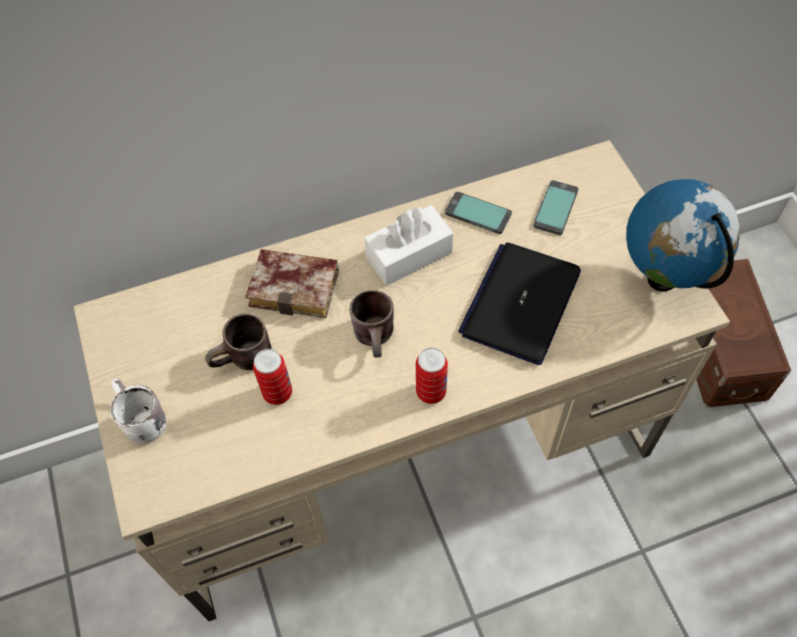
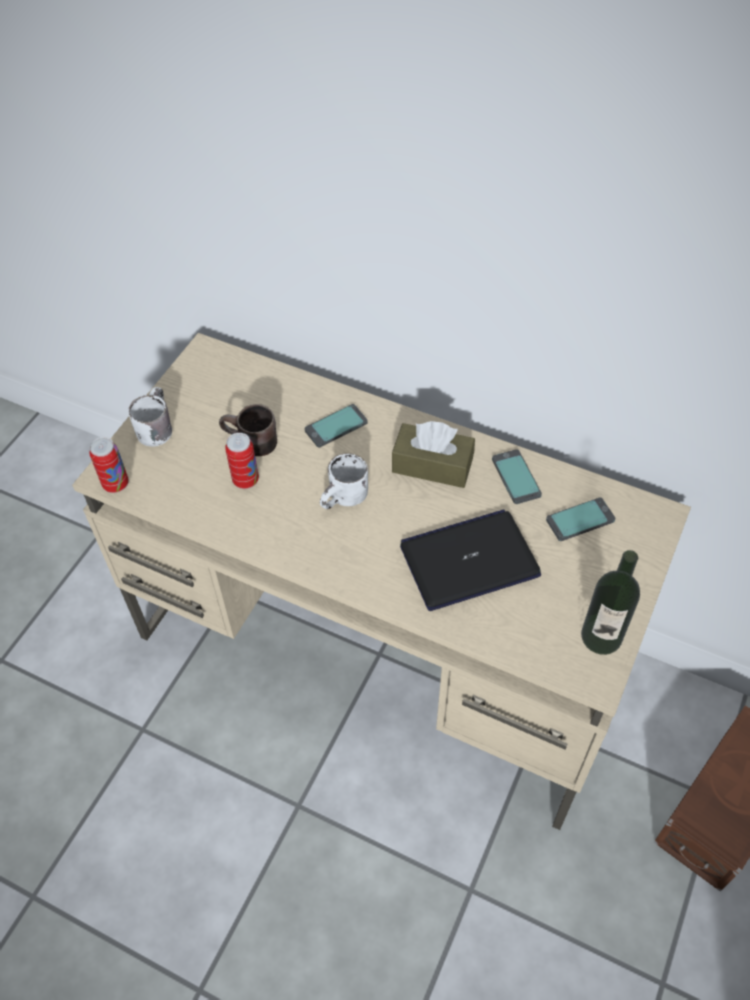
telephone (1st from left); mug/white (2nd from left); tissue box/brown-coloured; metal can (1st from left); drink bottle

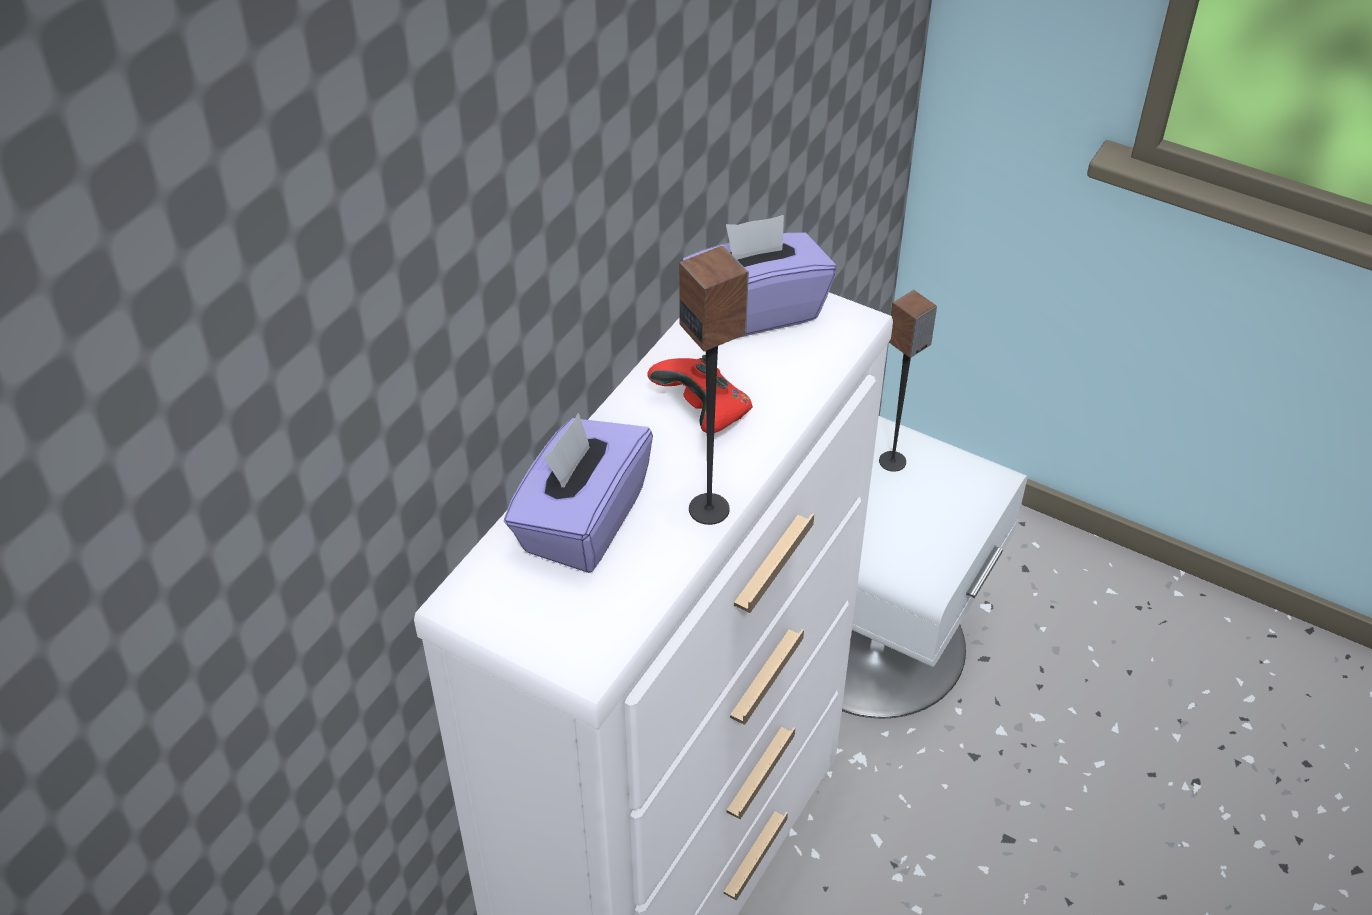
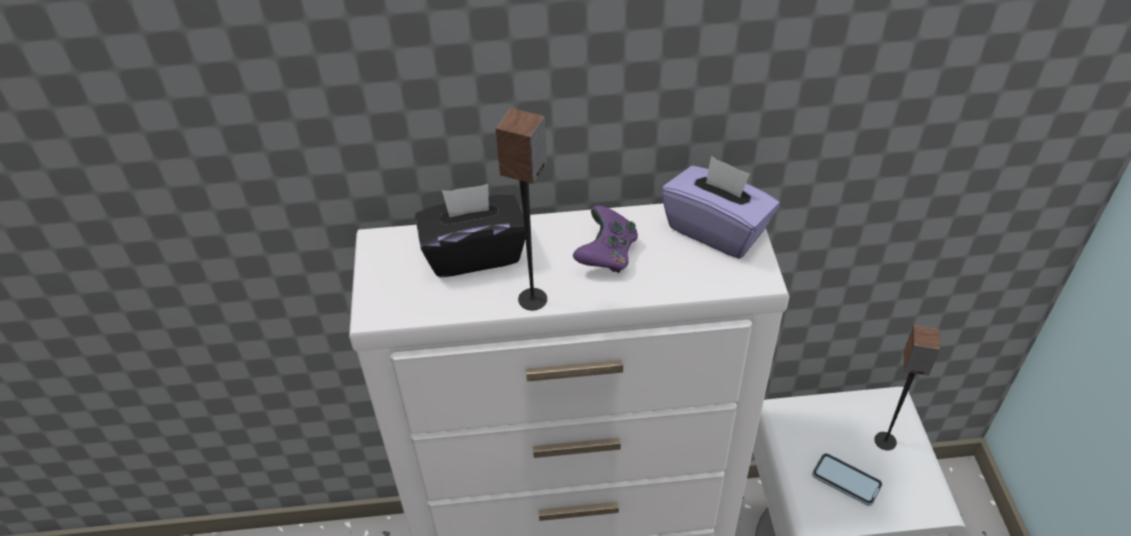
tissue box/black-coloured; gamepad/purple; telephone

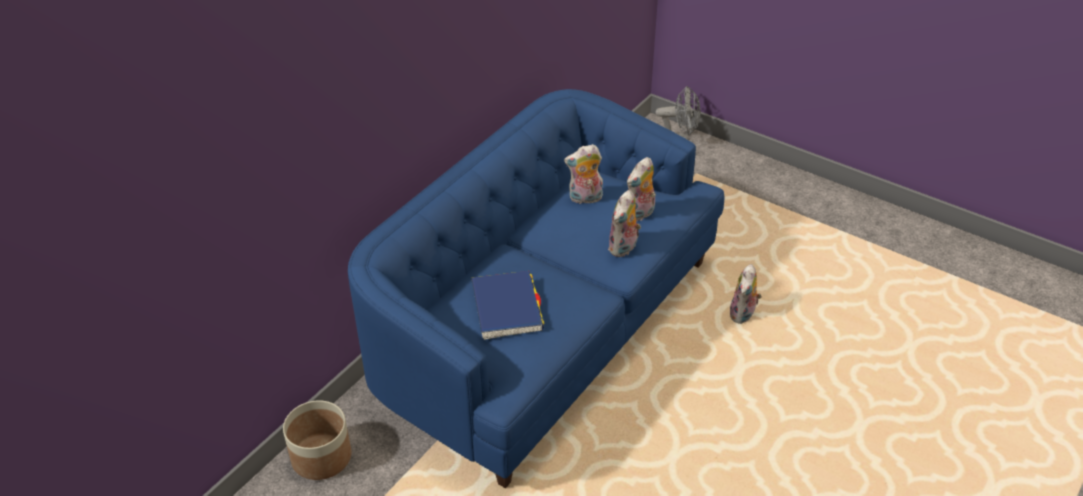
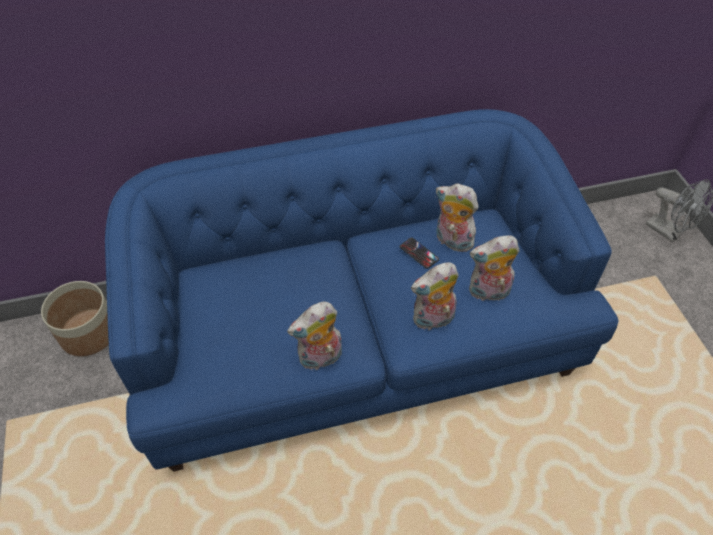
bound book/blue-coloured; soft toy (1st from left); telephone

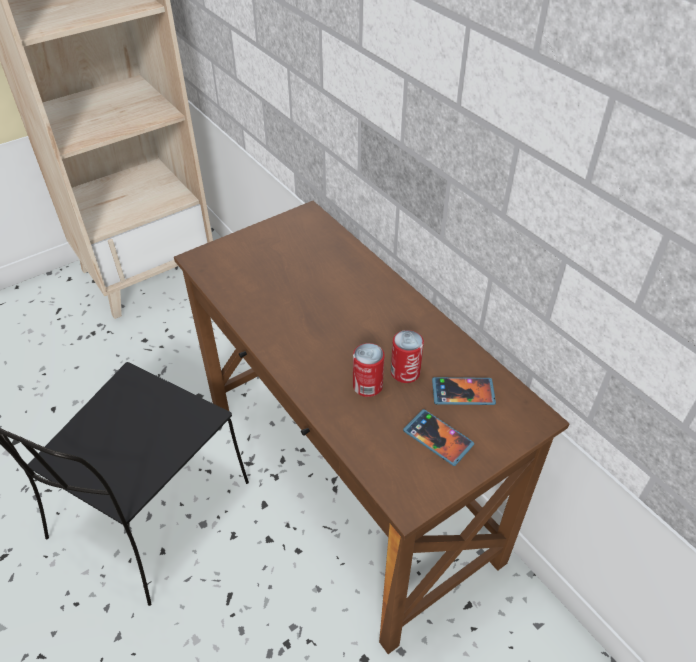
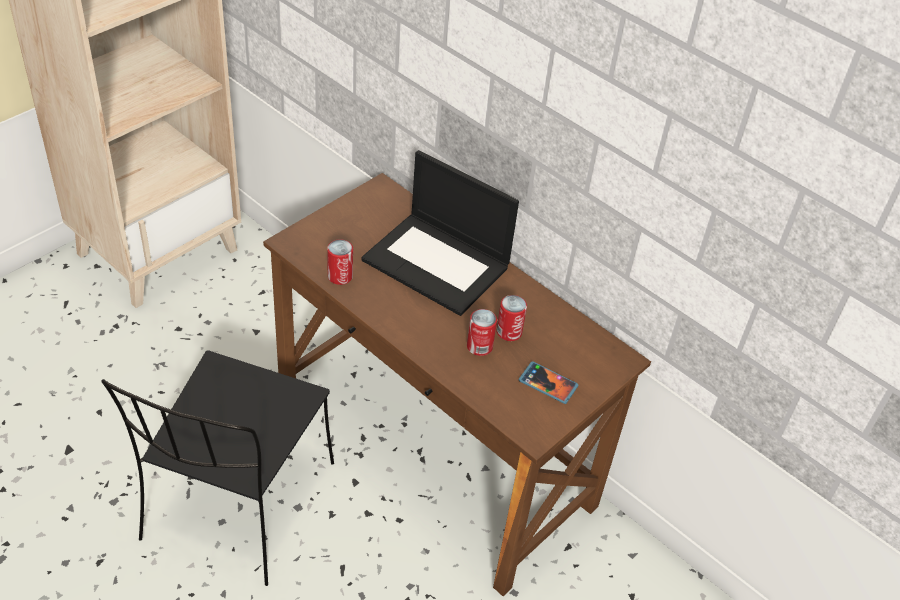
telephone (2nd from left in the first image); metal can (1st from left); notebook computer

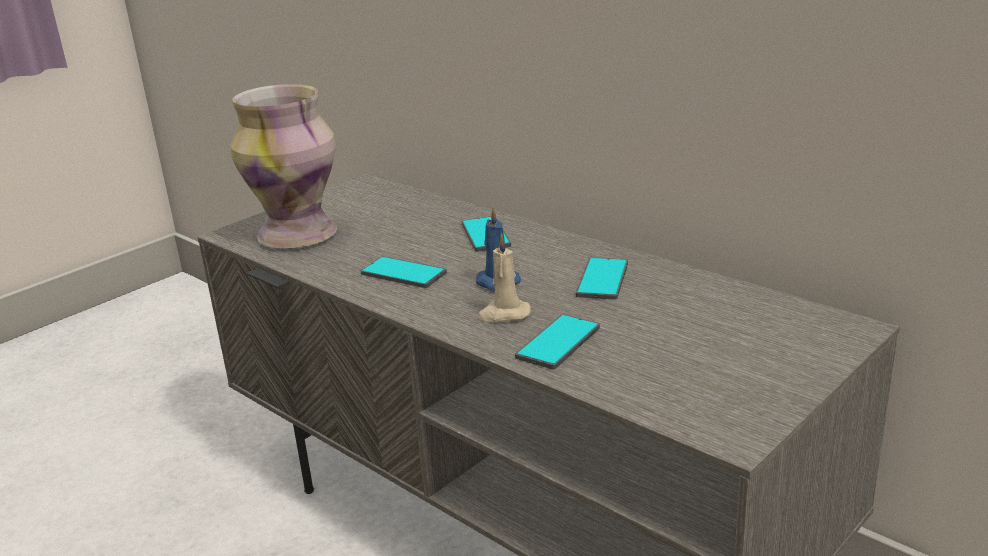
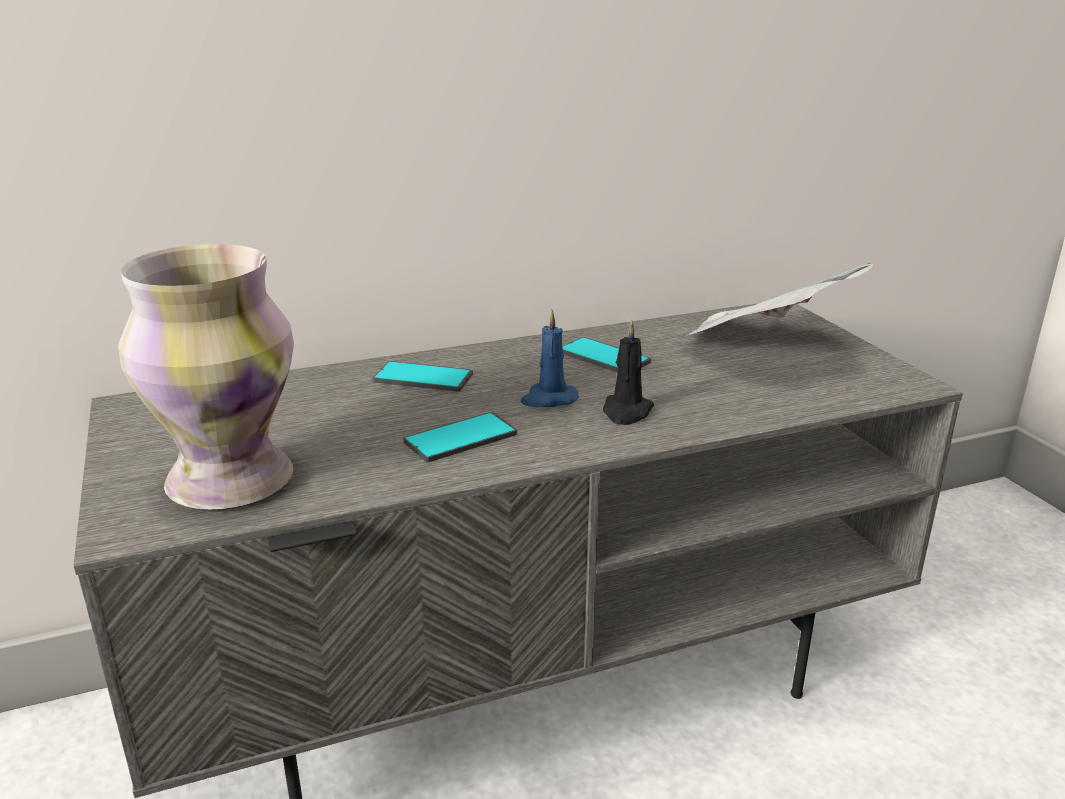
wax light/black-coloured; telephone (3rd from left in the first image); printed paper

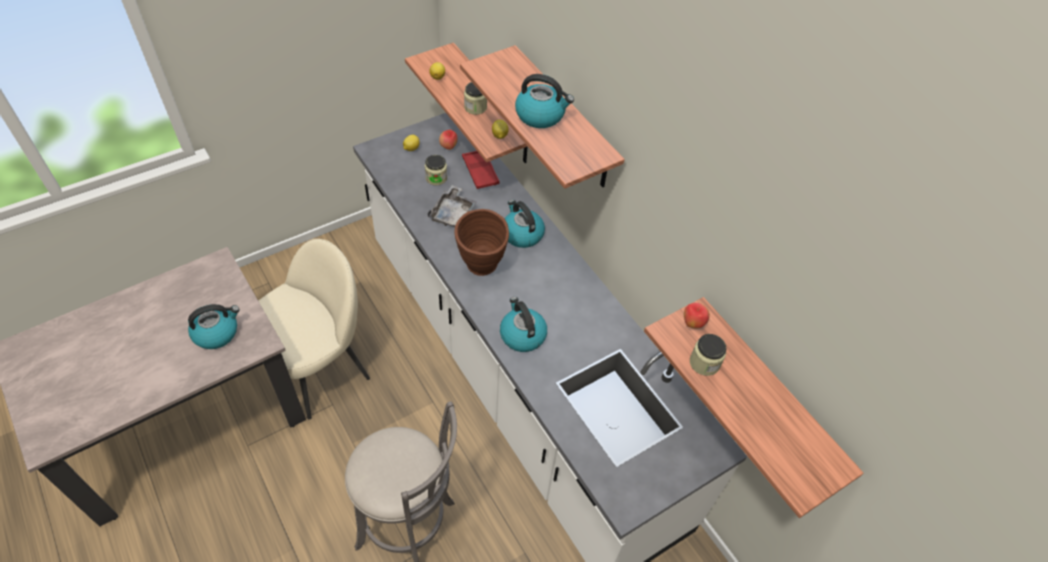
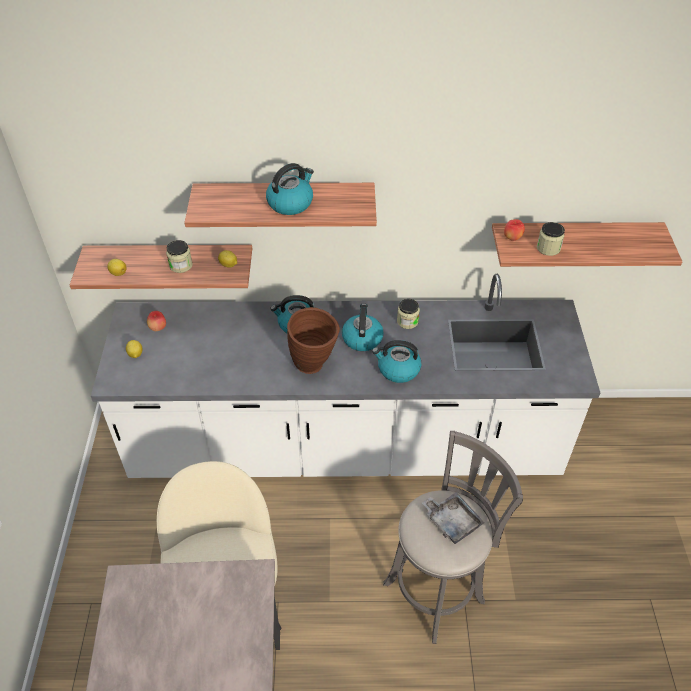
water kettle (3rd from left); storage jar (2nd from left); tray/greyish; tray/red-coloured

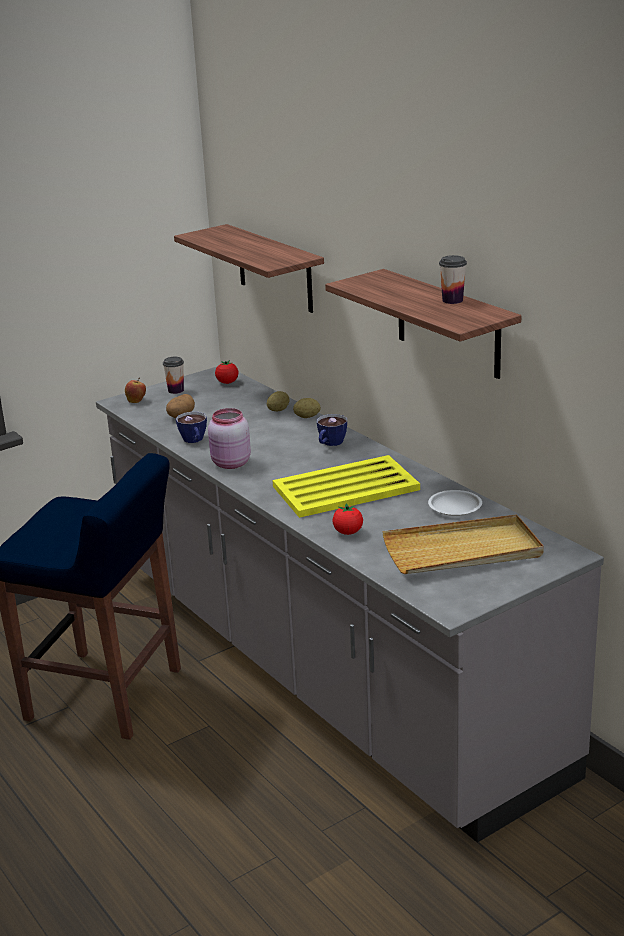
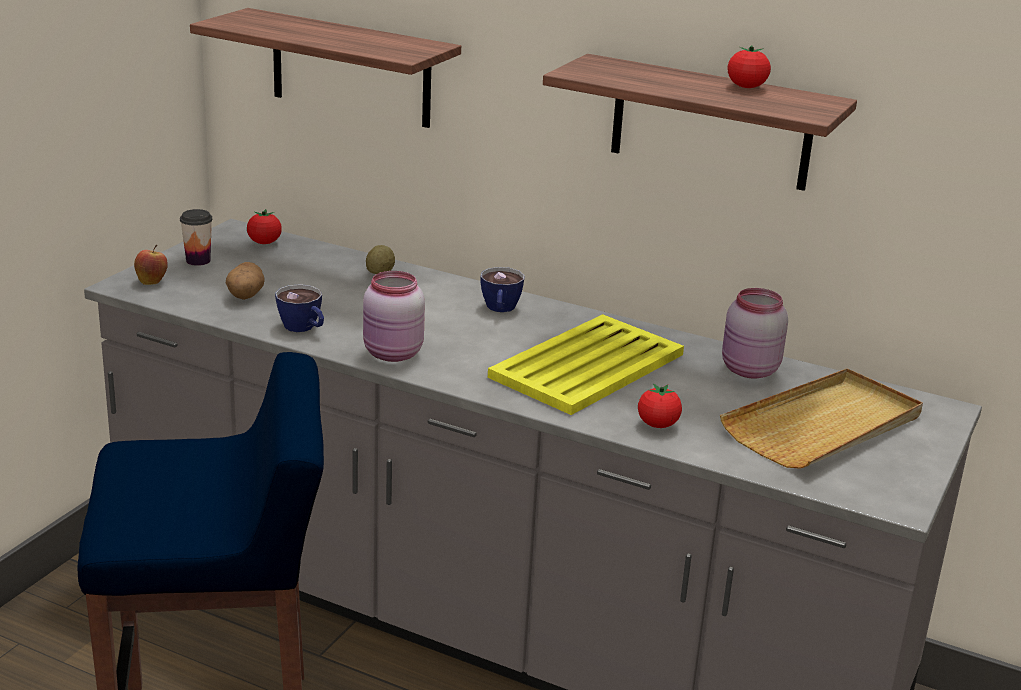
spud (3rd from left in the first image); storage jar/pinkish (2nd from left); tomato (3rd from left)

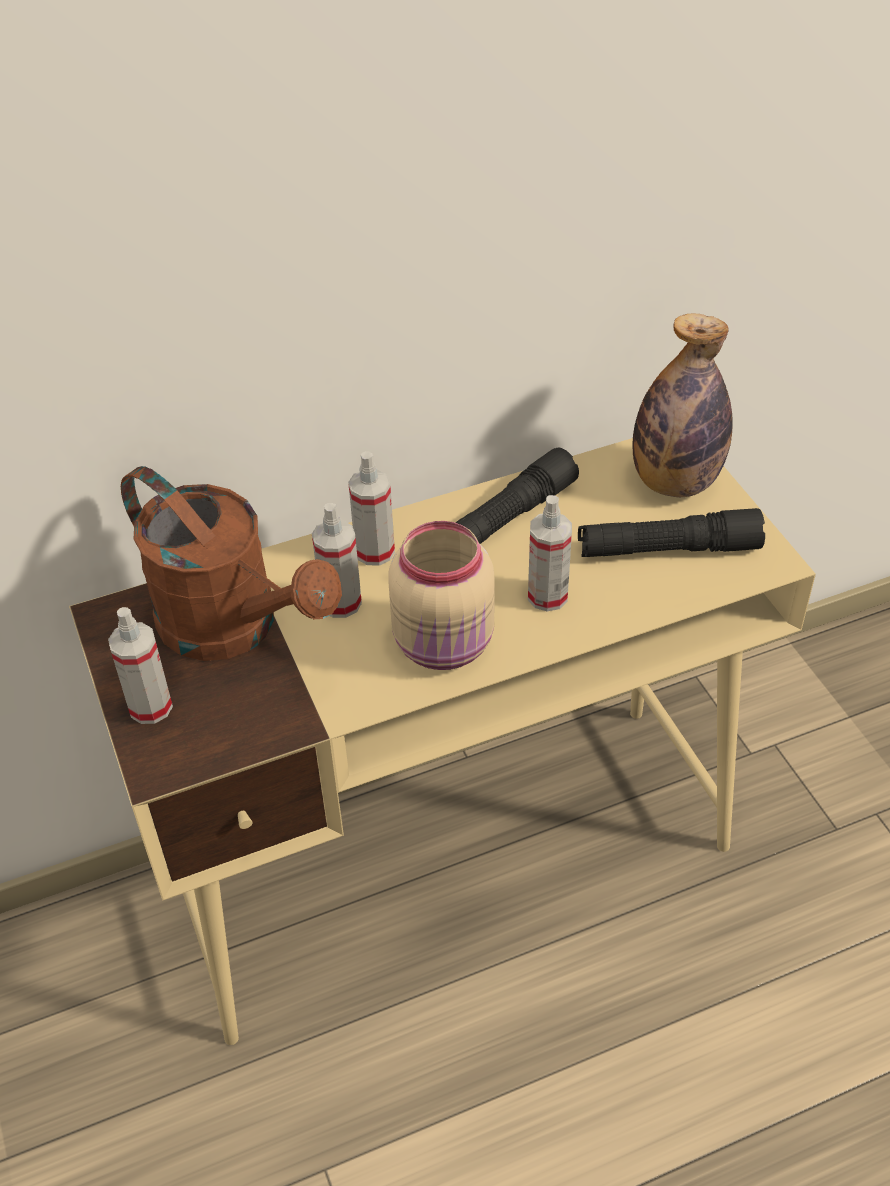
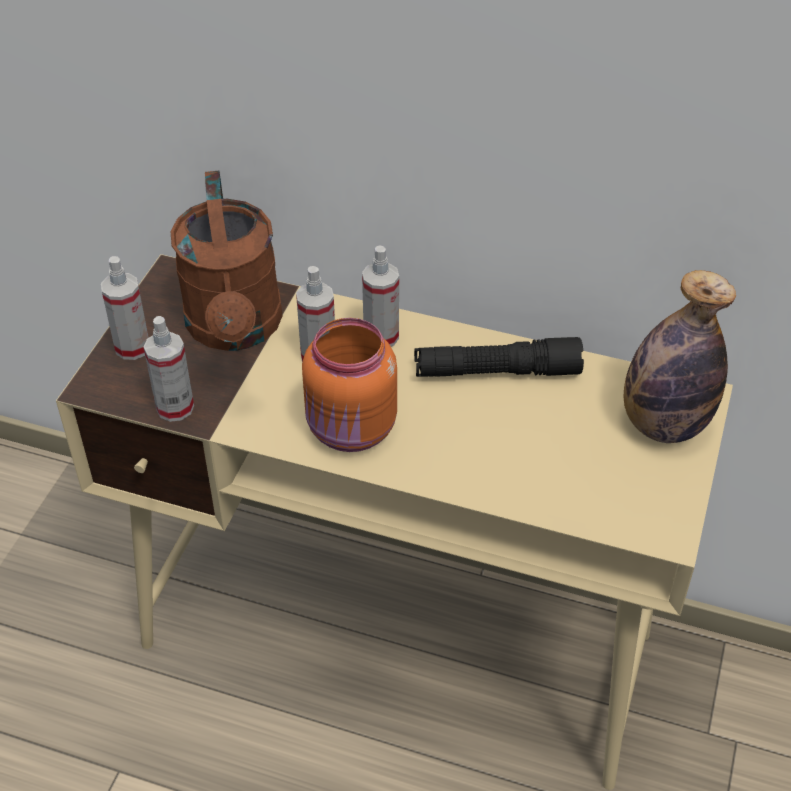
storage jar/orange; sprayer (2nd from left); hand torch/black-coloured (2nd from left in the first image)

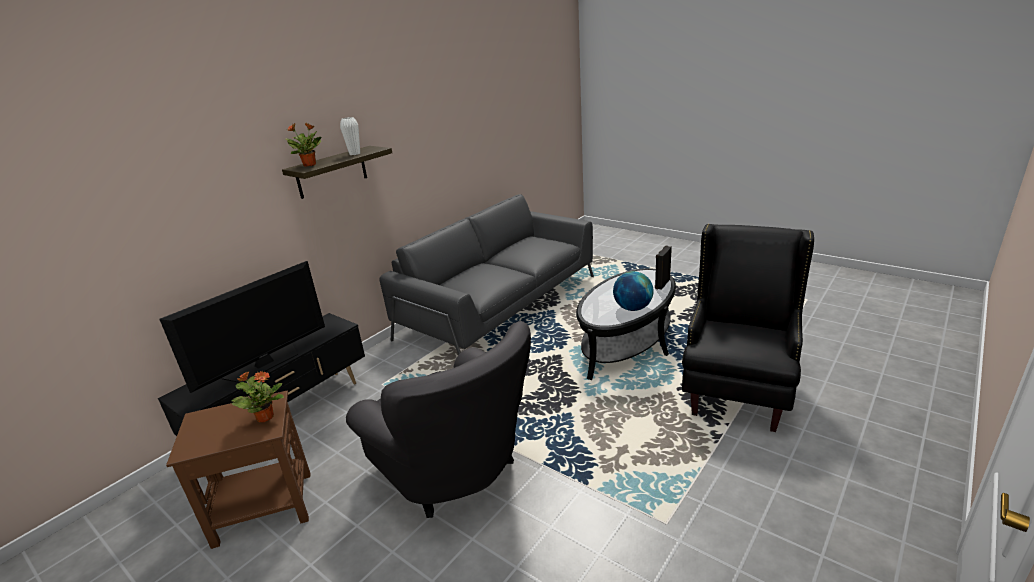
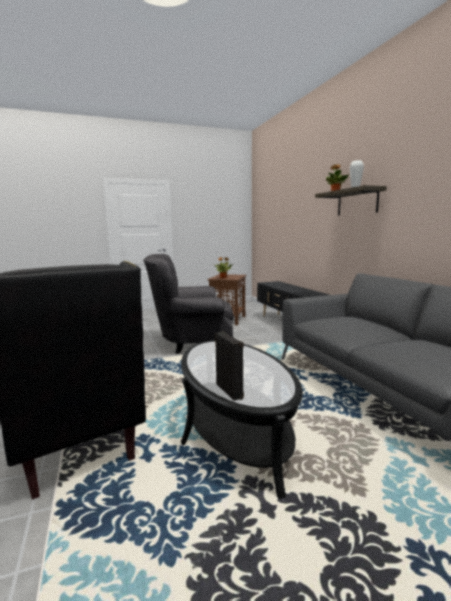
TV set; world globe

